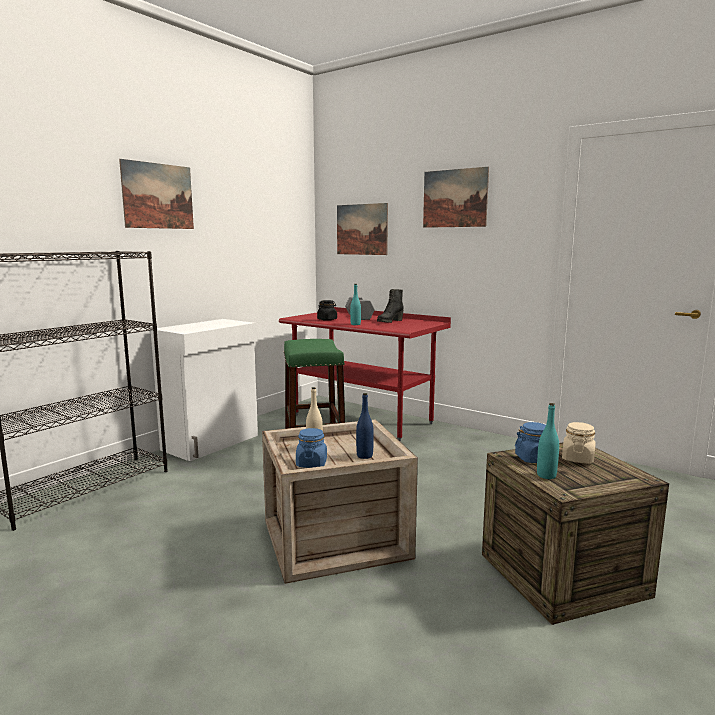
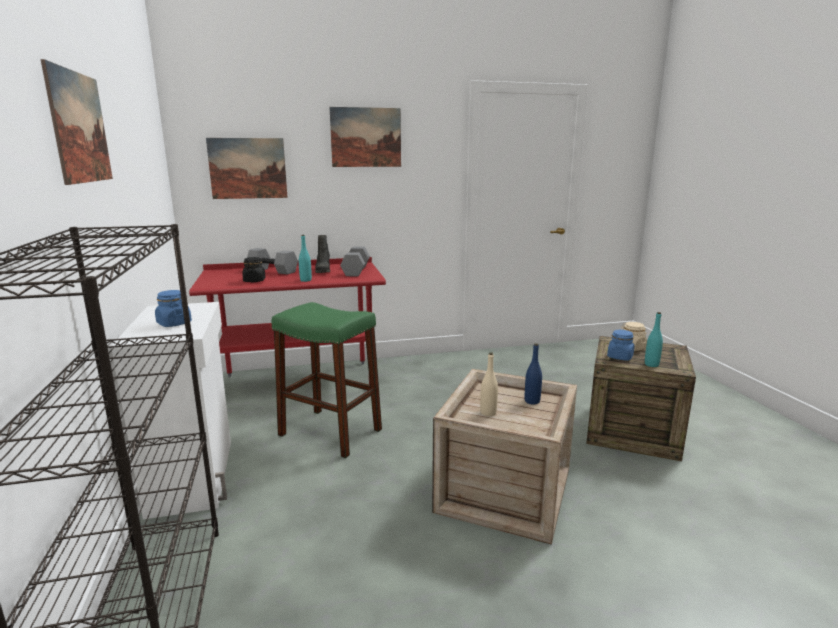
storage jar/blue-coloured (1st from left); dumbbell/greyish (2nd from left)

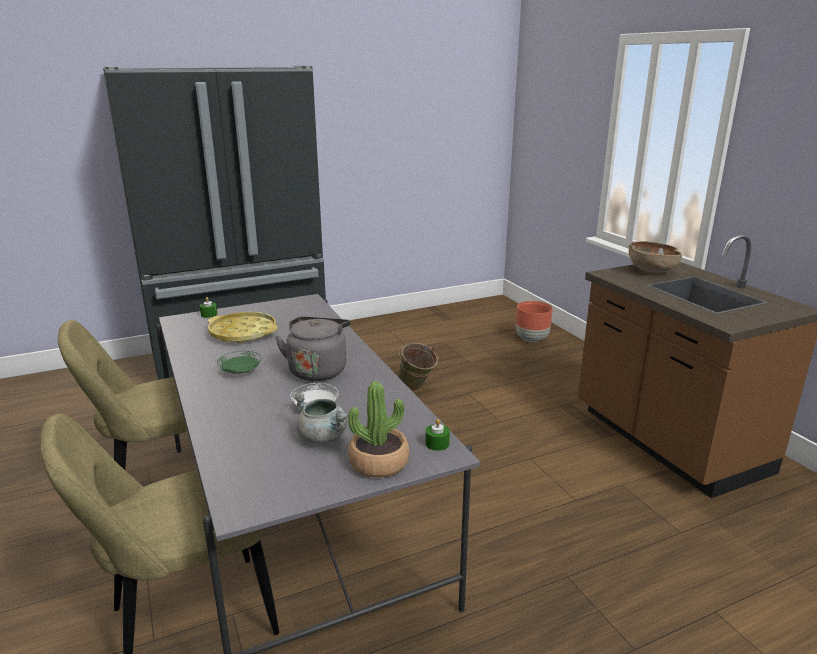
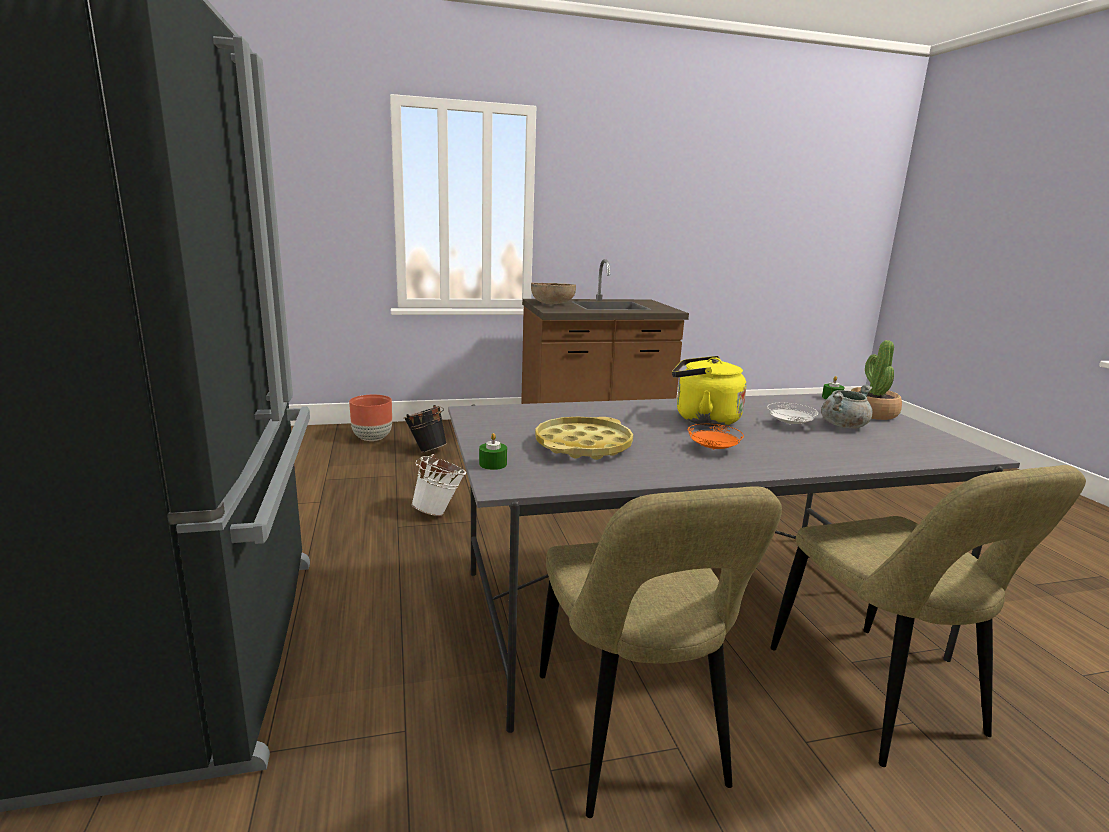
plate/orange; water kettle/yellowish; water bucket/white; water bucket/black-coloured

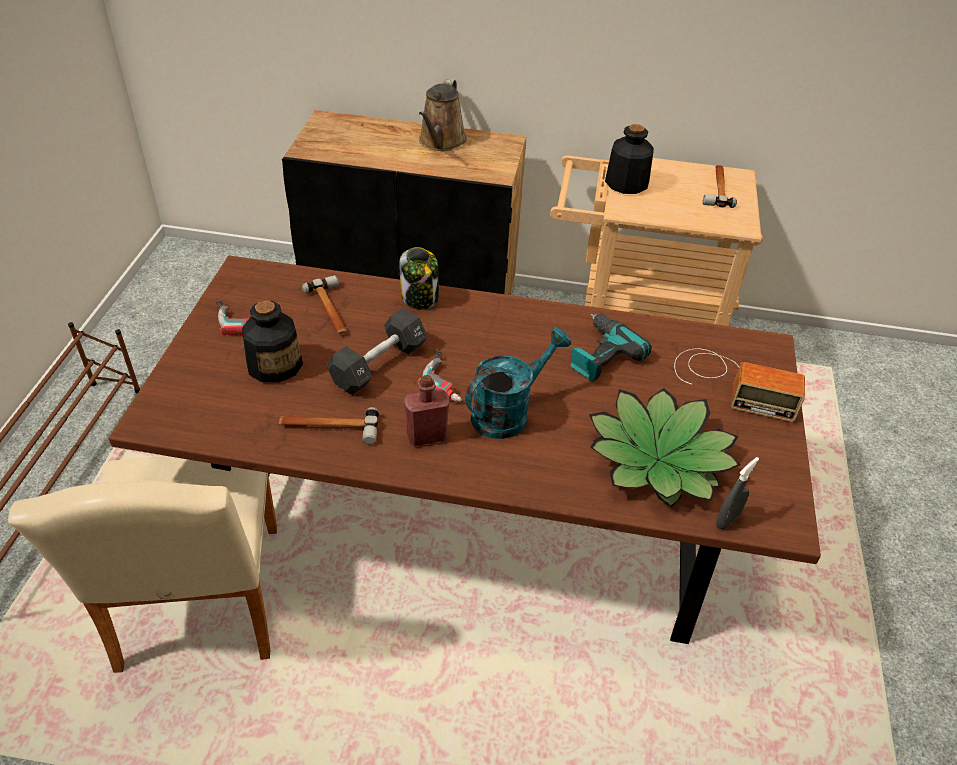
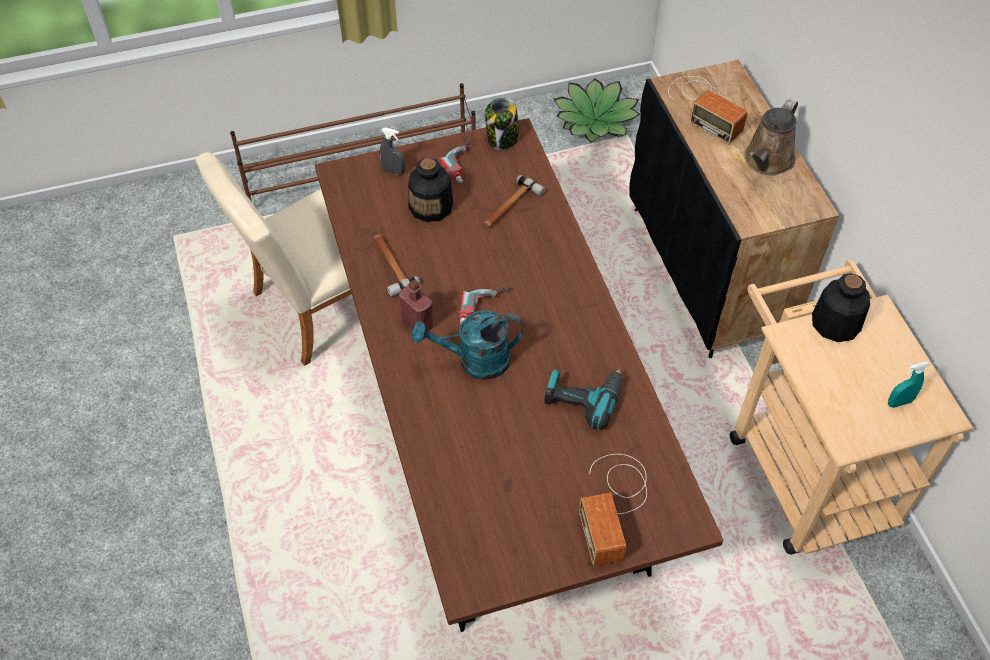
dumbbell/black-coloured; storage jar; watering pot/brown-coloured; watering pot/blue-green; plant in a pot; sprayer/blue-green; sprayer/greyish; radio receiver (2nd from left)

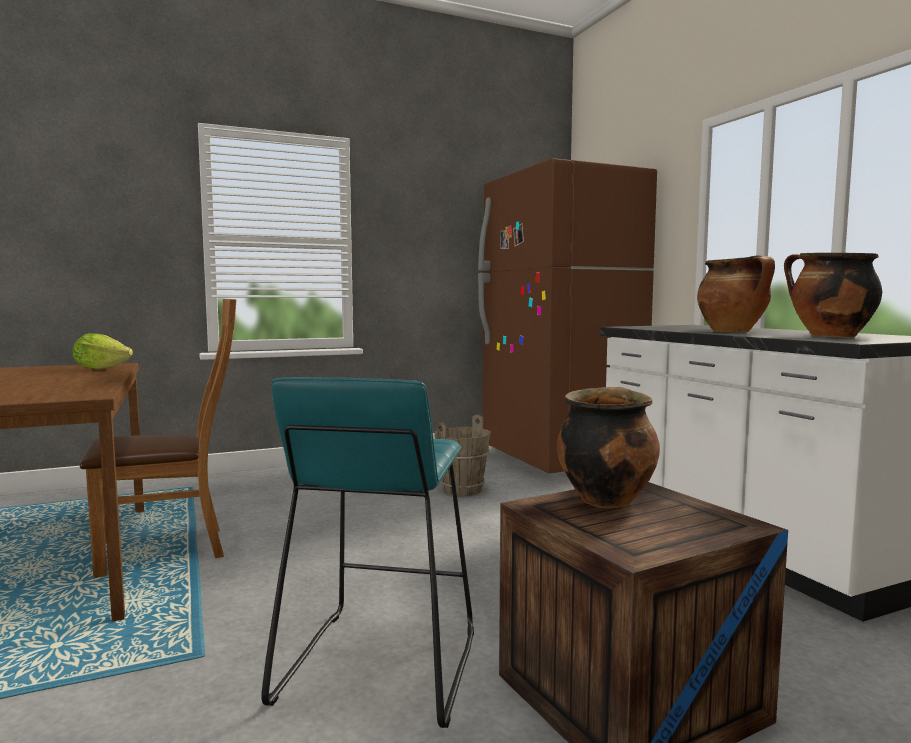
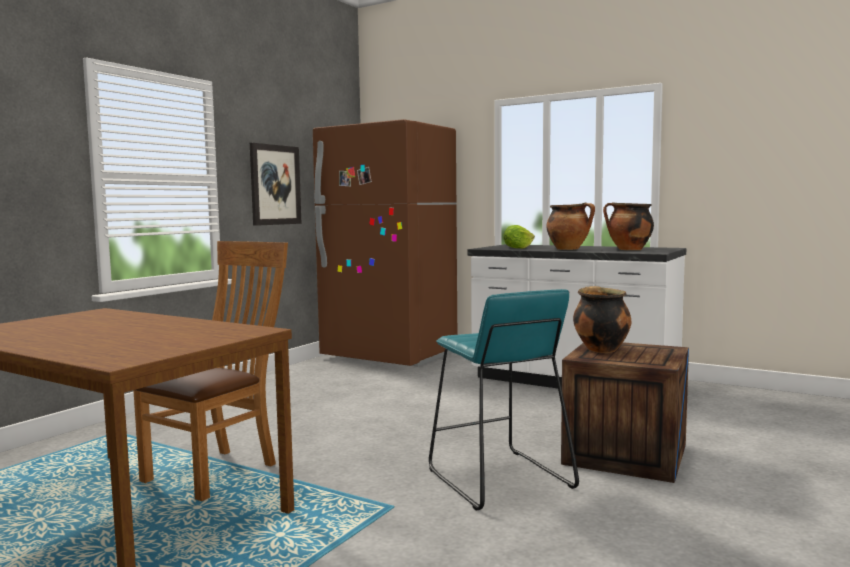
lettuce head; water bucket/brown-coloured; picture

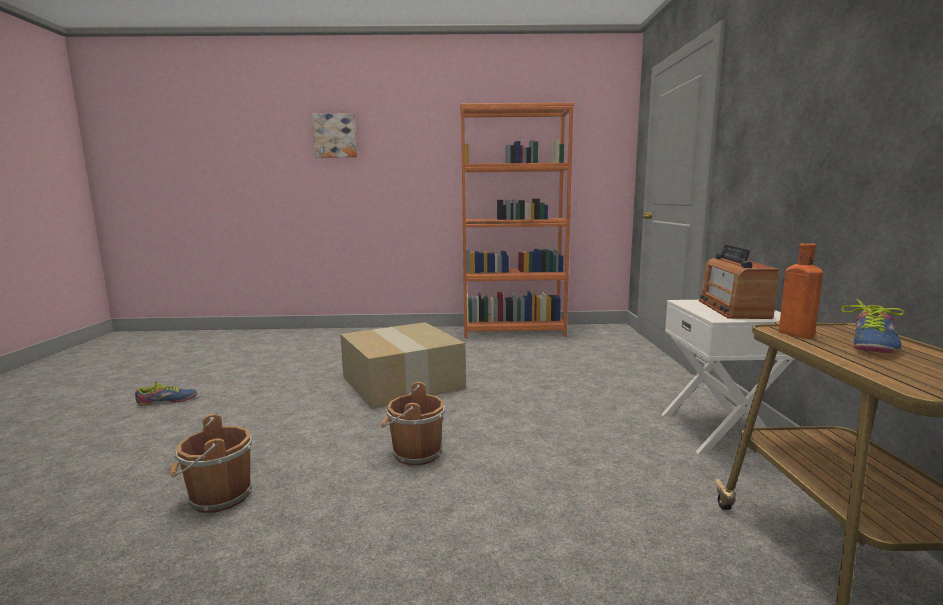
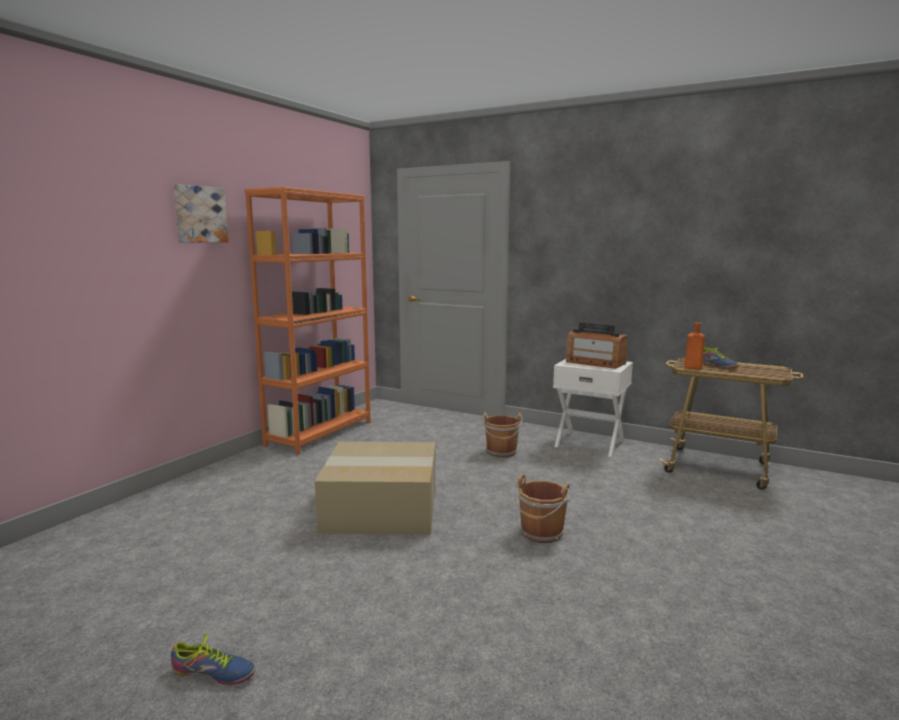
low shoe (1st from left); water bucket/brown-coloured (1st from left); picture

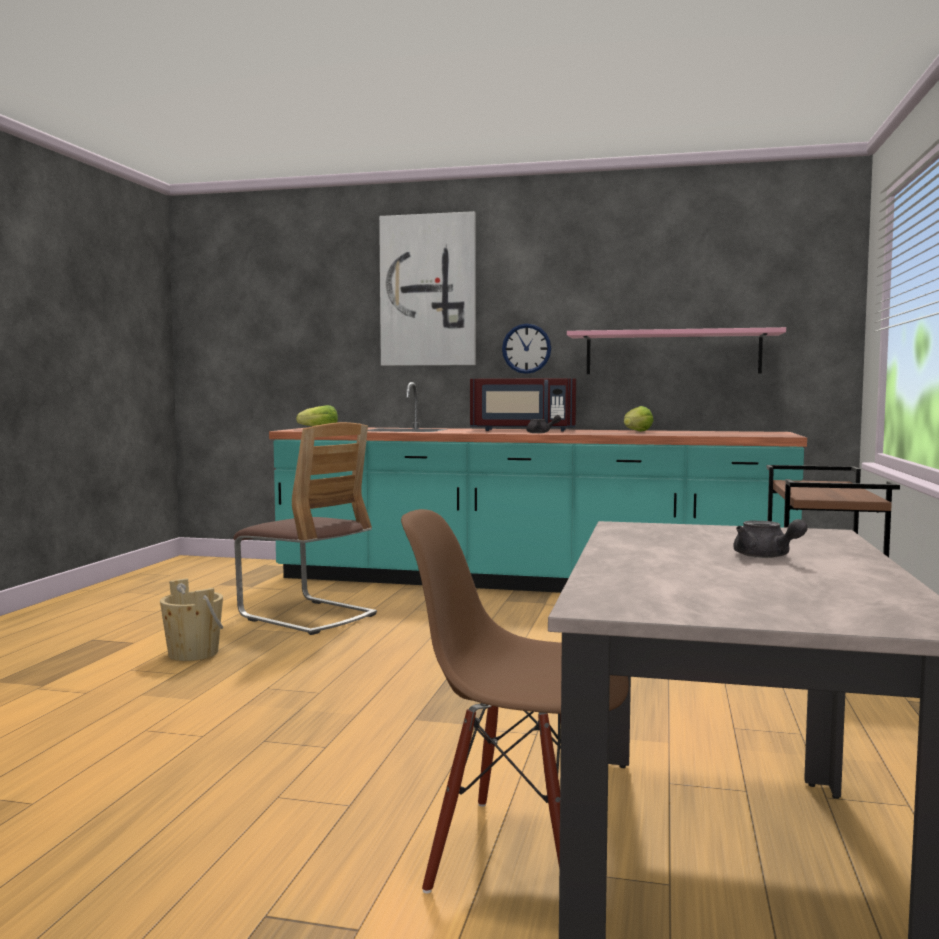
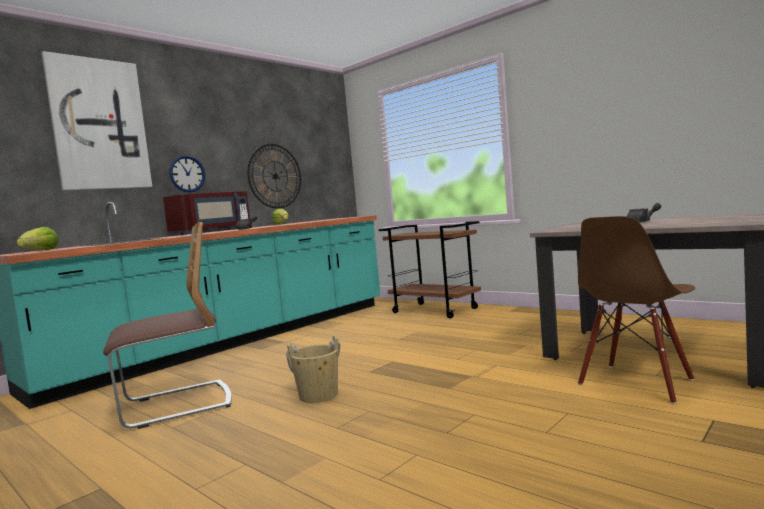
water bucket/sand-coloured; hanging clock (2nd from left)

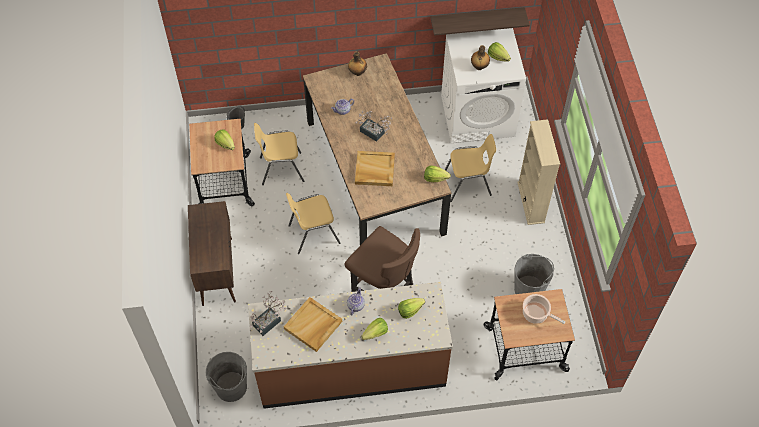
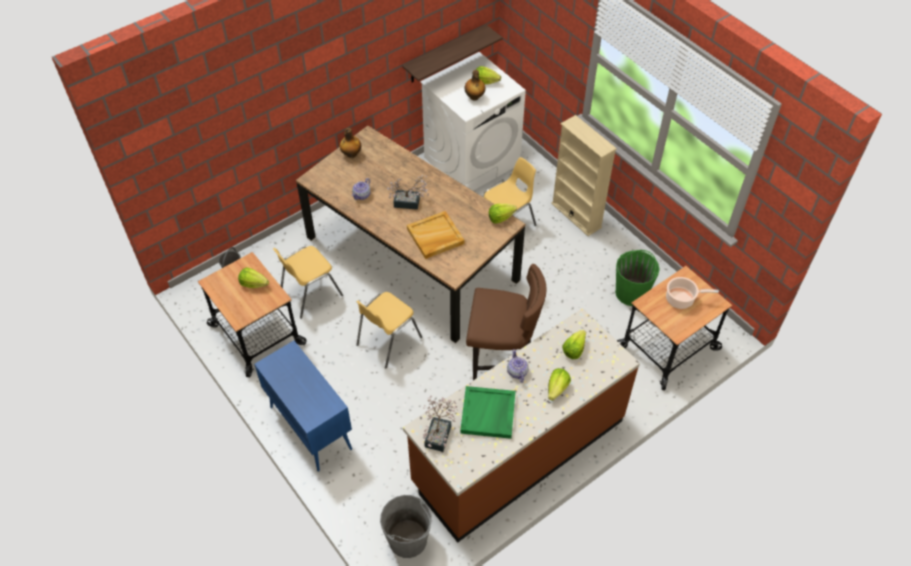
cupboard/blue-coloured; tray/green-coloured; water bucket/green-coloured

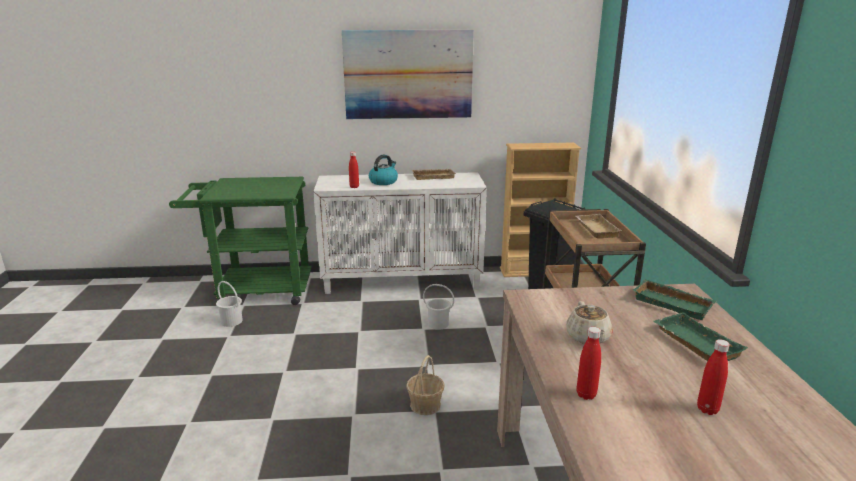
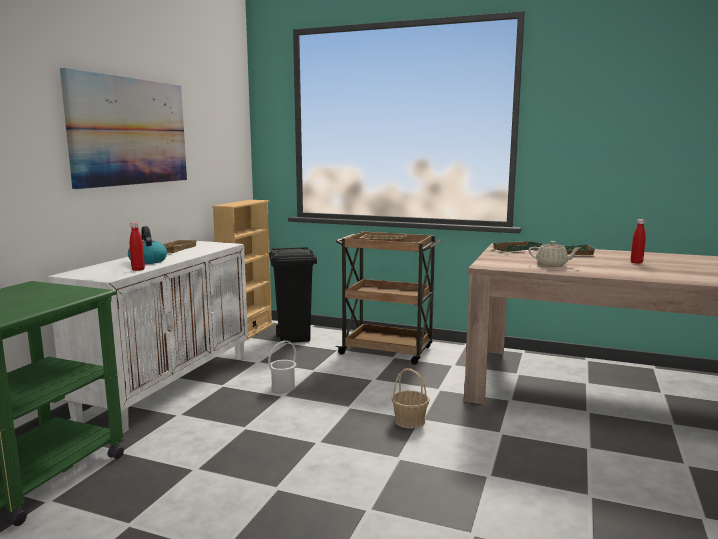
water bucket/white (1st from left in the first image); drink bottle/red-coloured (2nd from left in the first image)

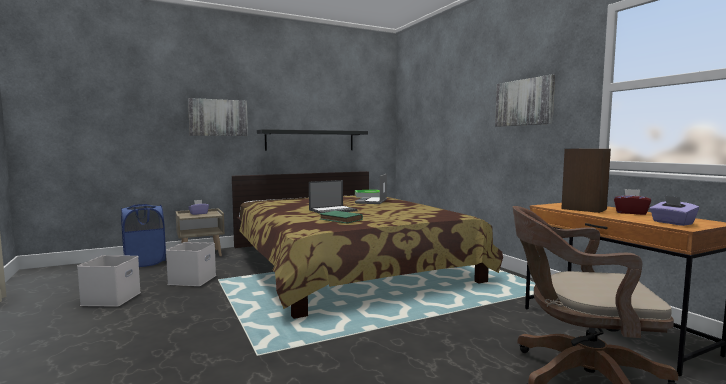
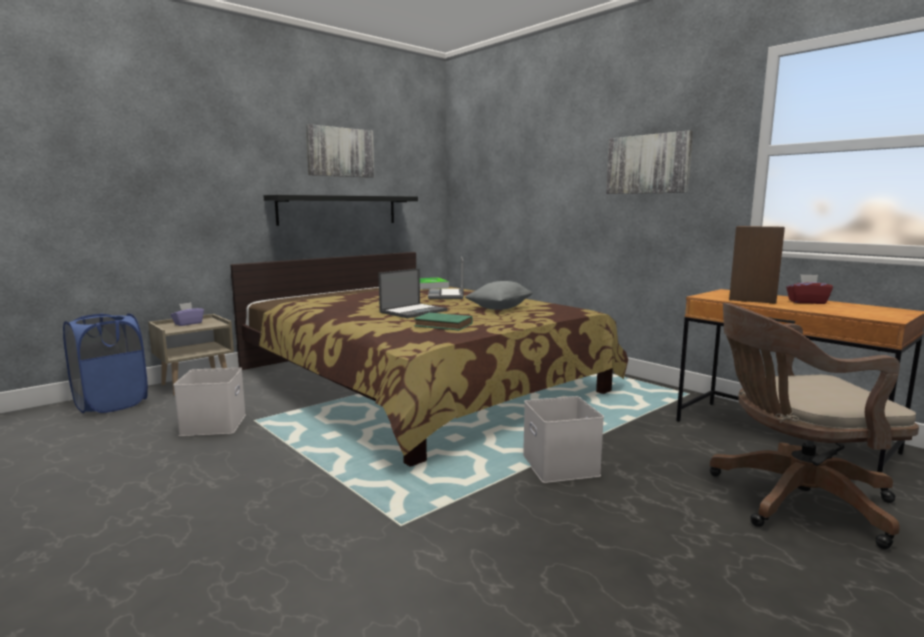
storage box/white (2nd from left); picture (1st from left); tissue box/purple (2nd from left in the first image); cushion/greyish

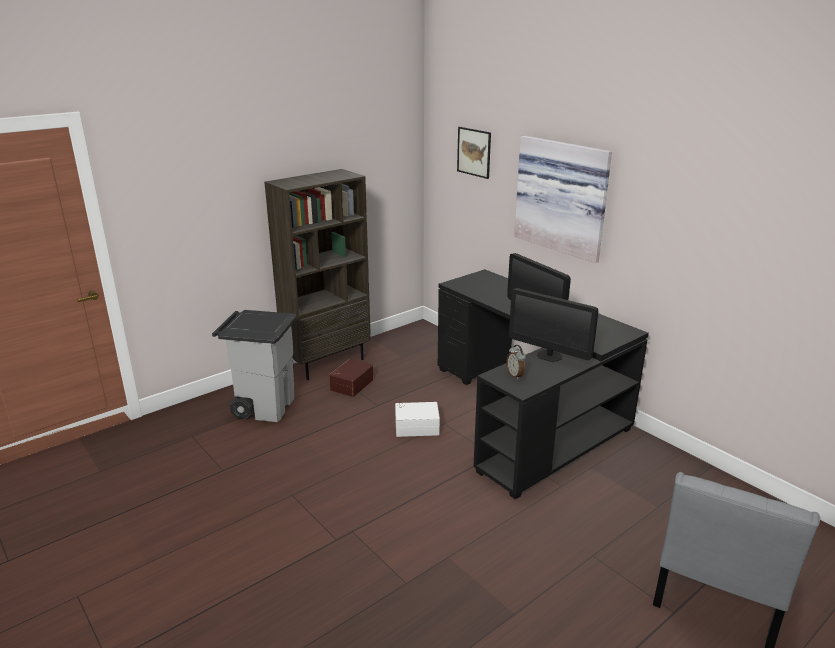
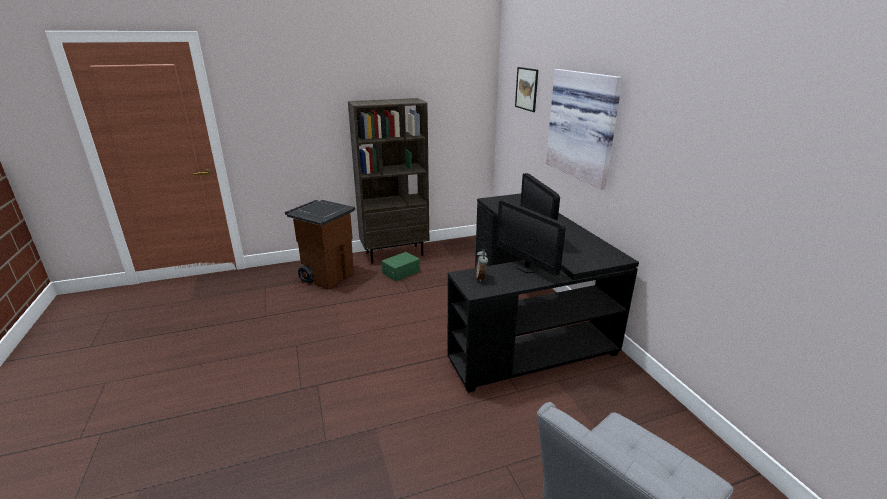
rubbish bin/brown-coloured; storage box/green-coloured; storage box/white

